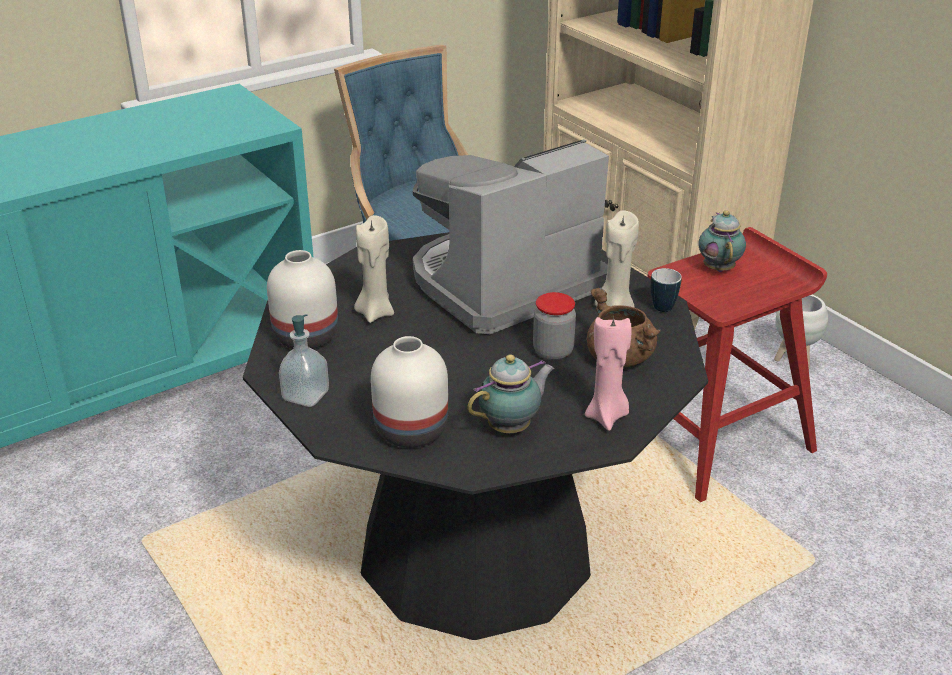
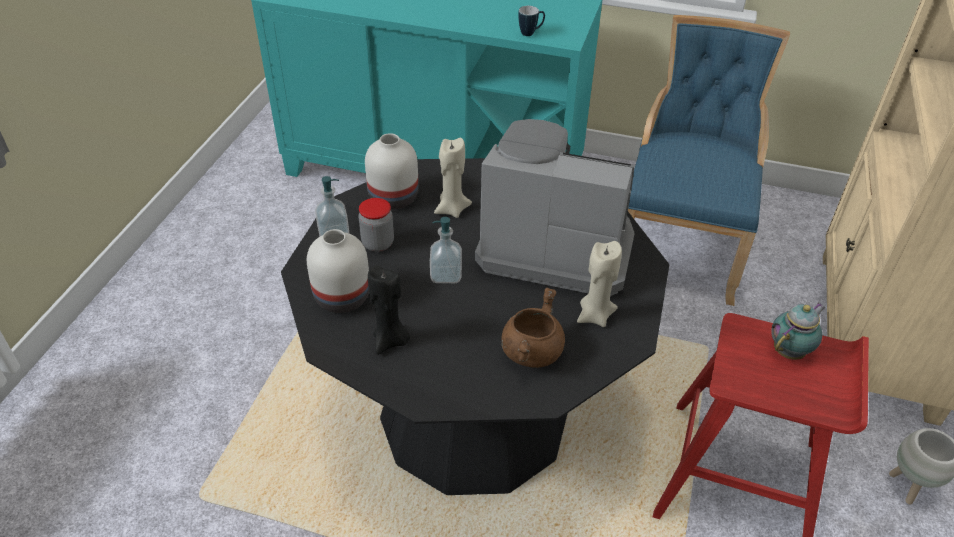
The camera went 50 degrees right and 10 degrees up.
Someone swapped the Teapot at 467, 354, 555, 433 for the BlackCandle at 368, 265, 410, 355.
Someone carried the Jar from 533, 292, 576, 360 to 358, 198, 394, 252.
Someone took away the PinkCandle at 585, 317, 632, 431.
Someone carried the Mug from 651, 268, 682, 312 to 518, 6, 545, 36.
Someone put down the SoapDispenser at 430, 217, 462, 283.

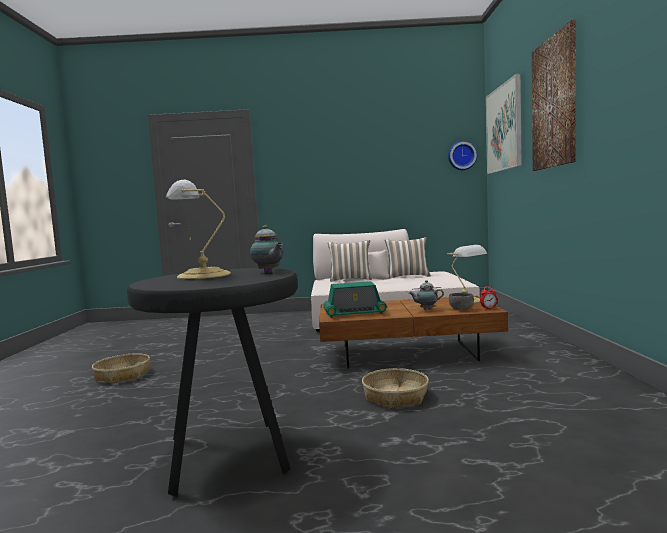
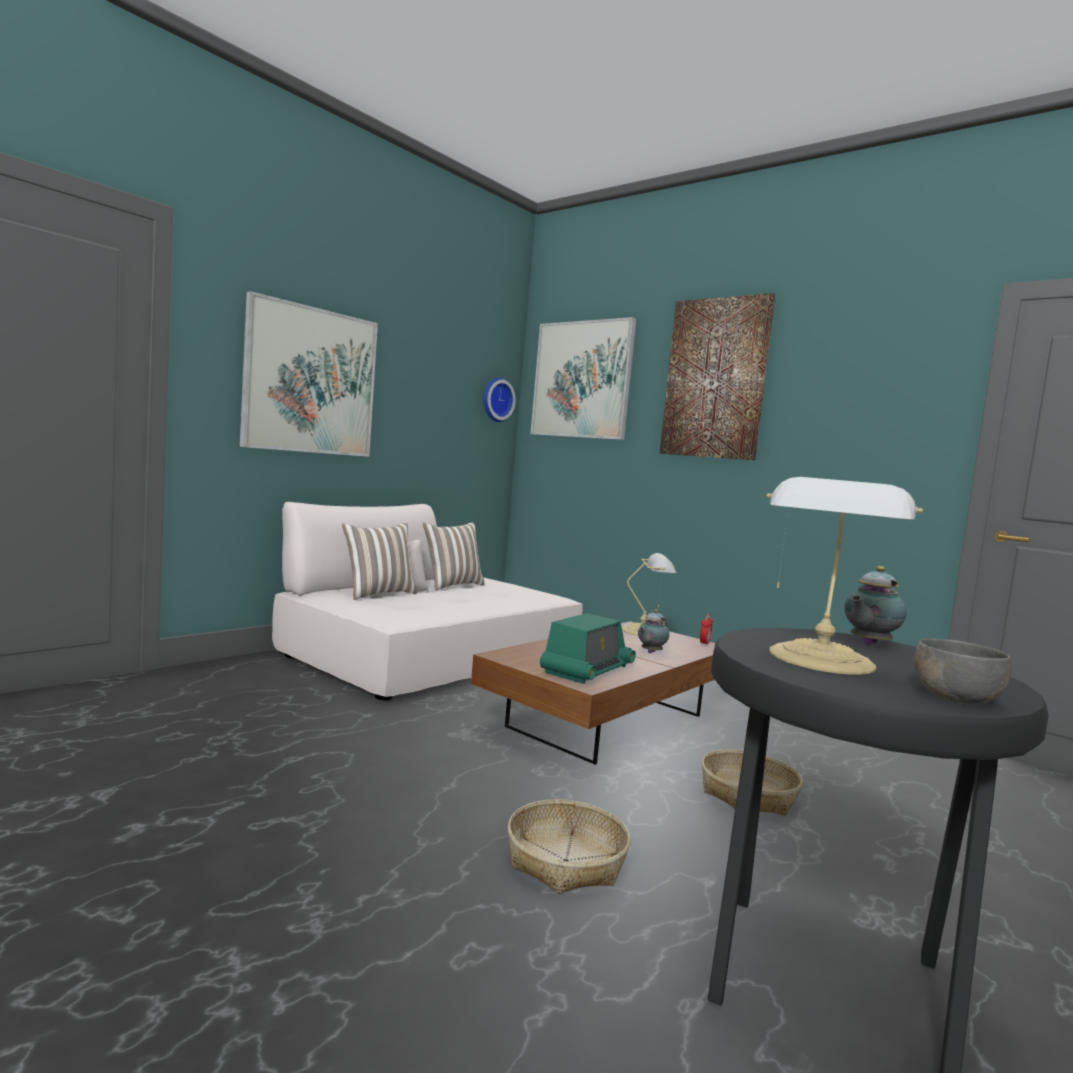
The camera went 50 degrees left and 0 degrees up.
Someone carried the Basket from 92, 353, 150, 384 to 508, 799, 631, 894.
Someone rotated the Teapot at 250, 225, 284, 273 by 135 degrees clockwise.
Someone carried the GreyBowl from 449, 293, 474, 310 to 914, 639, 1012, 703.
Someone put up the Picture at 240, 291, 378, 457.

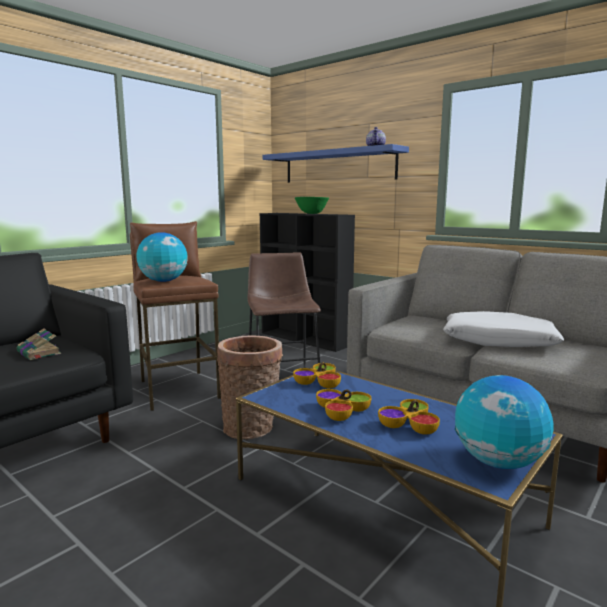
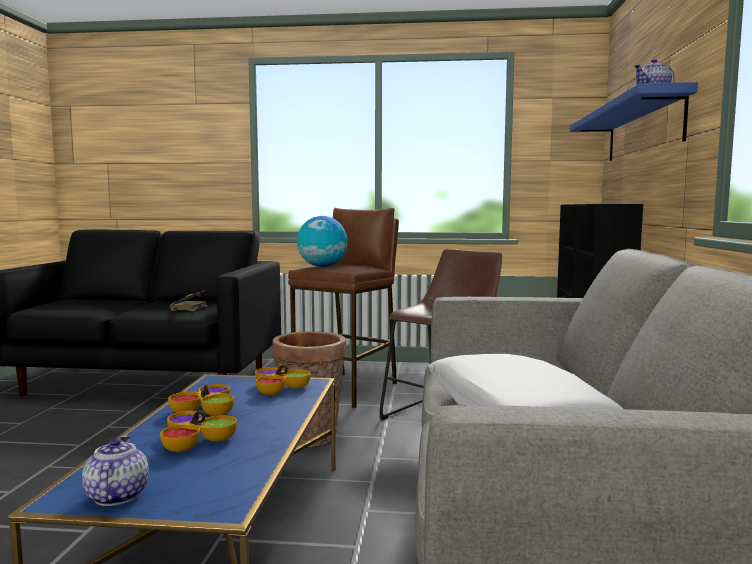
The camera went 55 degrees right and 5 degrees down.
Someone took away the GreenBowl at 295, 197, 329, 214.
Someone swapped the Globe at 455, 375, 554, 469 for the Teapot at 82, 435, 149, 506.

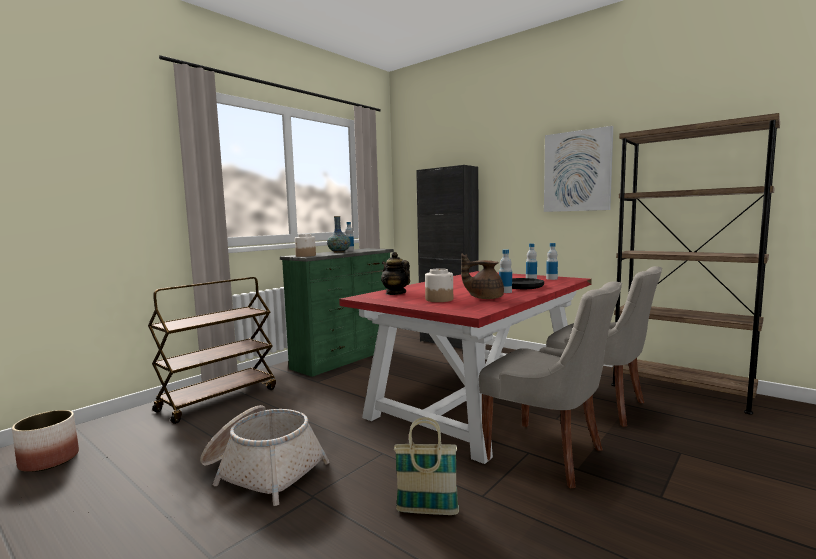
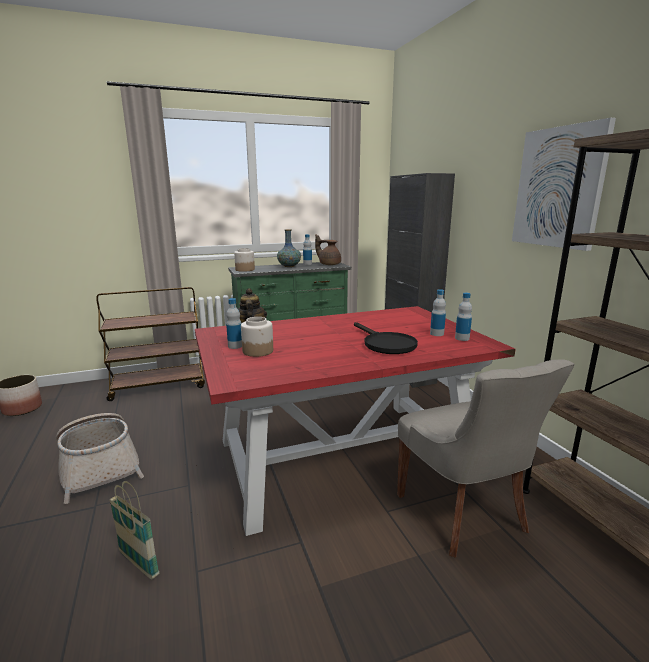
The camera went 30 degrees right and 10 degrees up.
Someone carried the BrownTeapot from 461, 254, 504, 299 to 315, 234, 341, 265.
Someone took away the GreyChair at 479, 282, 622, 488.
Someone carried the Bottle from 499, 249, 512, 293 to 226, 298, 242, 349.

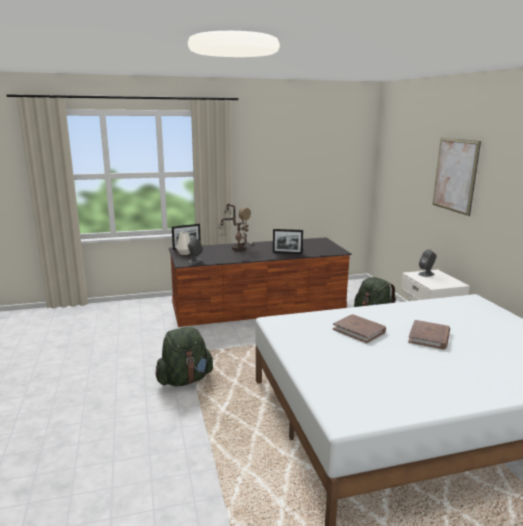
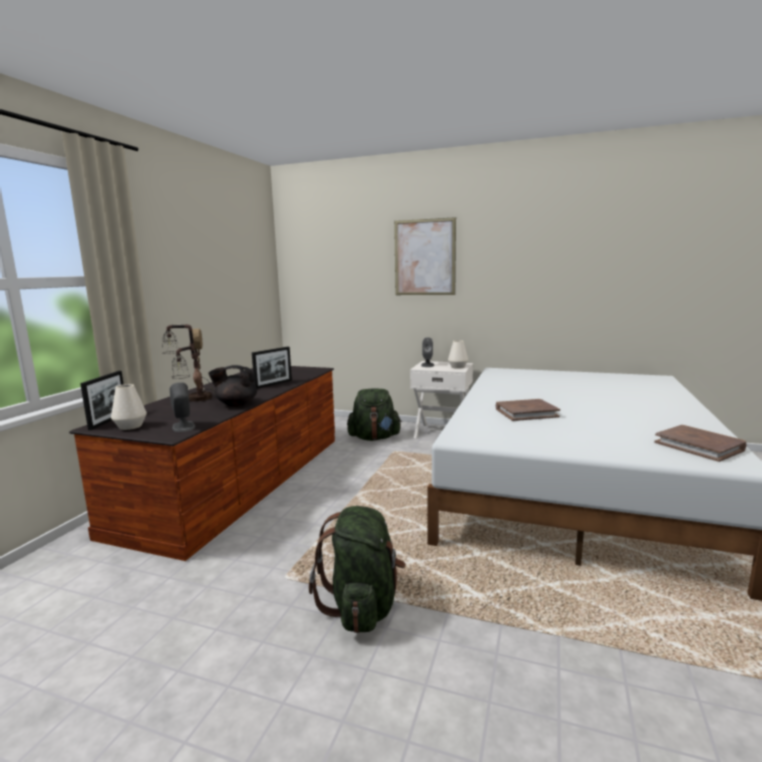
The camera went 55 degrees left and 5 degrees down.
Someone carried the BrownBook from 408, 320, 450, 350 to 654, 425, 746, 462.
Someone put down the BlackTeapot at 208, 365, 257, 407.
Someone put down the WhiteVase at 448, 340, 468, 369.

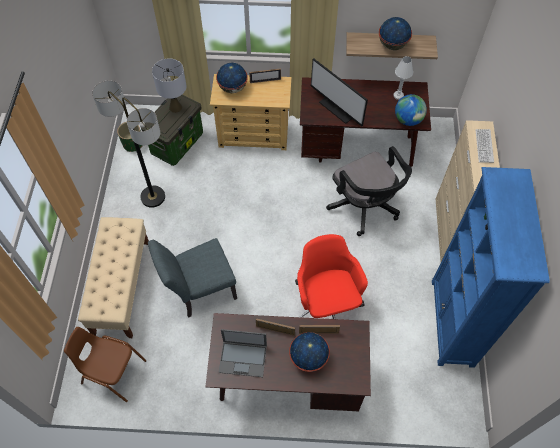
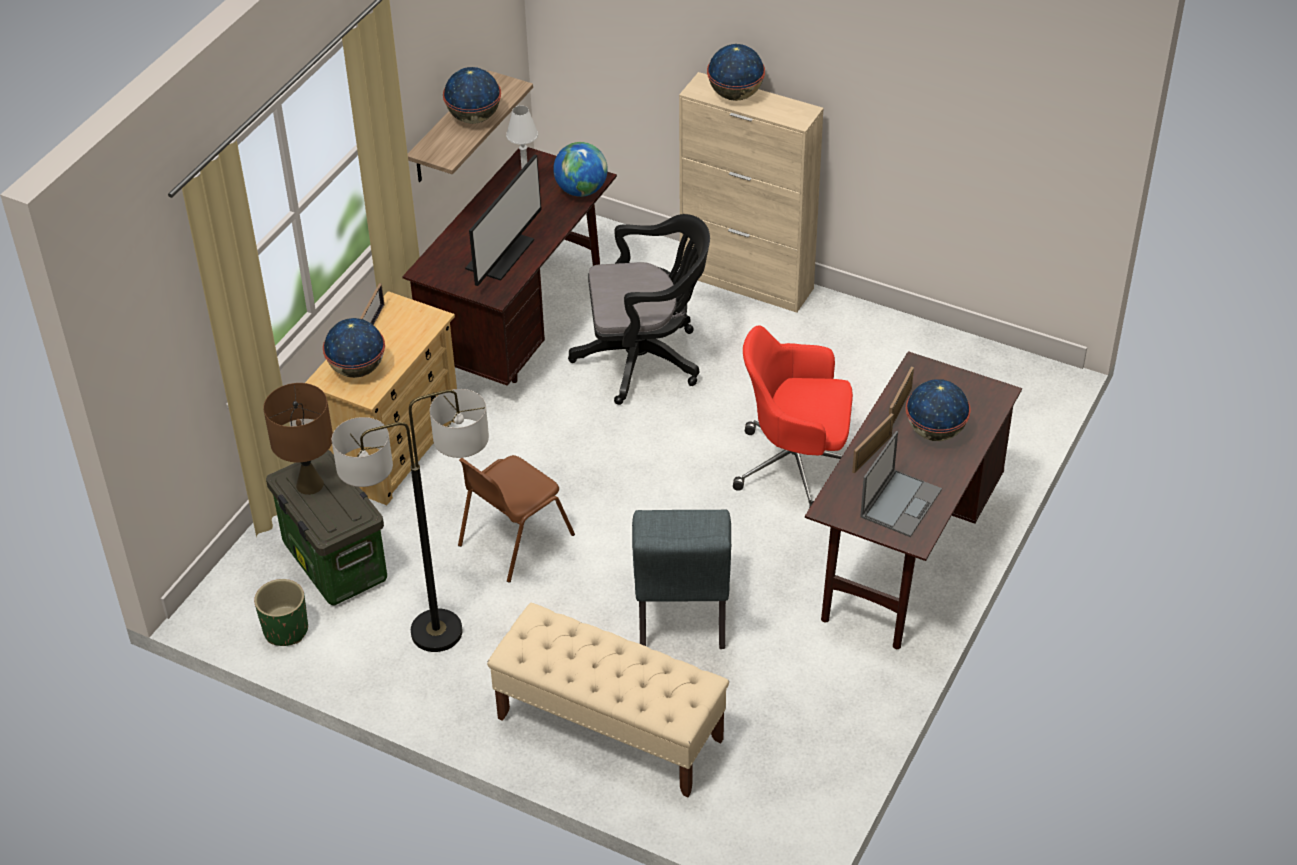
The camera went 65 degrees left and 15 degrees down.
Someone carried the BrownChair from 64, 327, 146, 402 to 458, 455, 575, 583.
Someone repainted the GreyTableLamp at 152, 58, 186, 113, which became the BrownTableLamp at 263, 383, 333, 495.
Someone rotated the Monitor at 311, 59, 368, 126 by 45 degrees counterclockwise.
Someone took away the BlueBookcase at 432, 167, 550, 368.
Someone swapped the Keyboard at 476, 129, 494, 163 for the Globe at 707, 44, 765, 101.

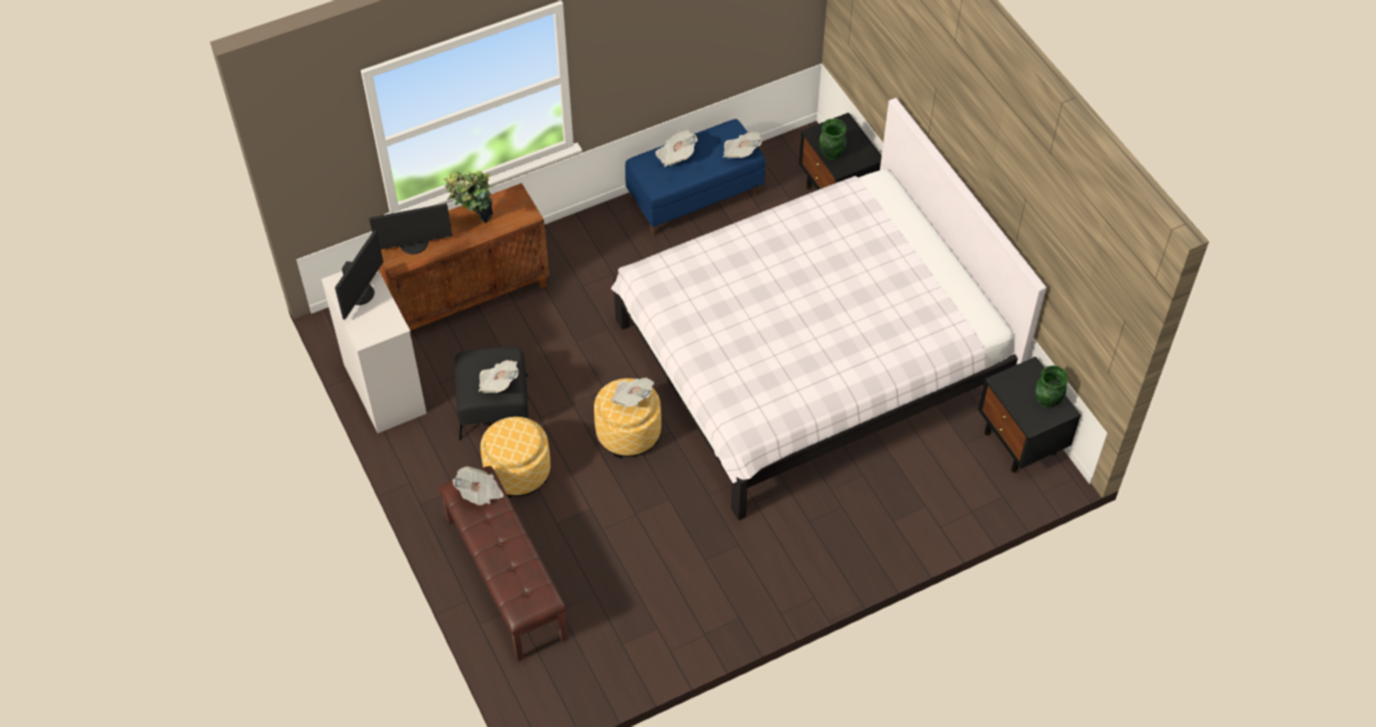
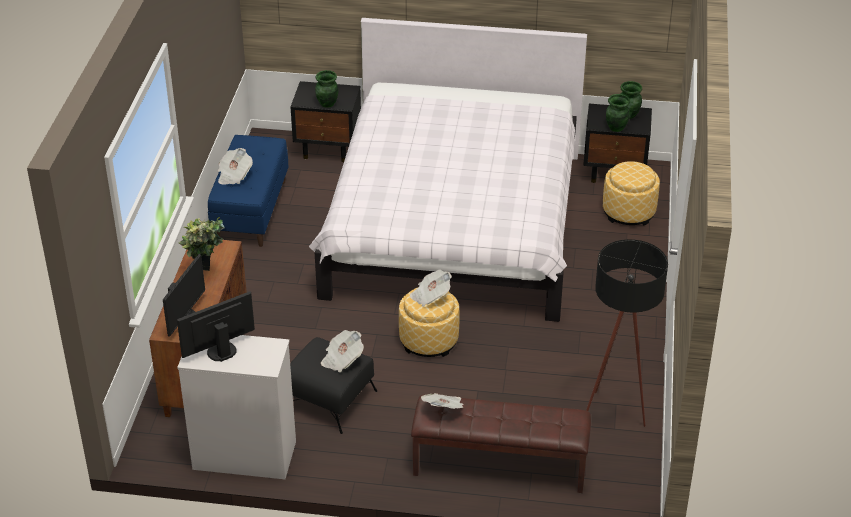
The camera went 55 degrees left and 15 degrees down.
Someone rotated the Monitor at 335, 230, 383, 320 by 90 degrees counterclockwise.
Someone carried the Ottoman from 480, 417, 551, 498 to 603, 161, 660, 225.
Someone took away the Newspaper at 723, 132, 762, 158.
Someone put down the BlackFloorLamp at 586, 239, 668, 427.
Someone put down the GreenVase at 606, 94, 630, 132.

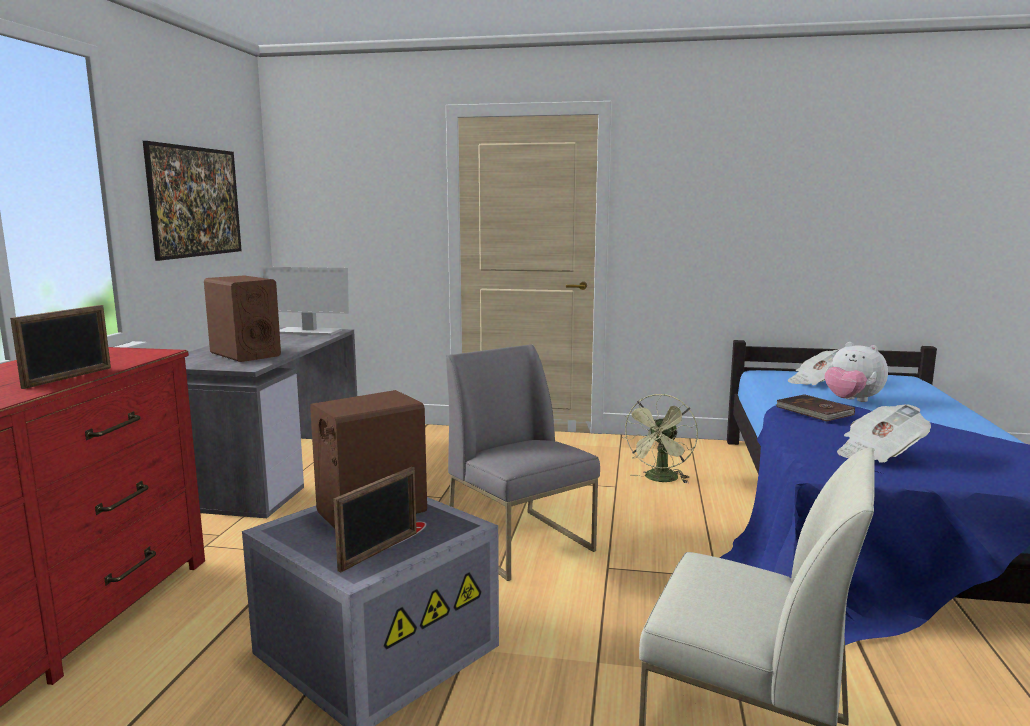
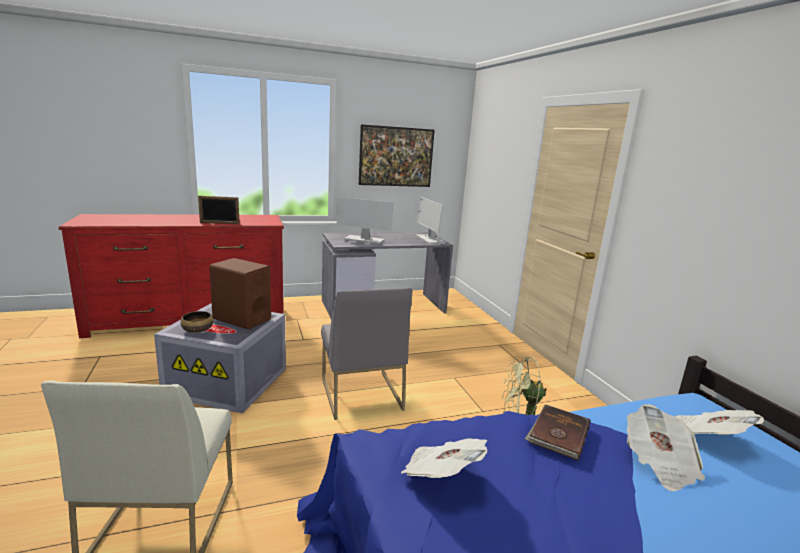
The camera went 60 degrees right and 5 degrees up.
Someone swapped the BrownSpeaker at 204, 275, 281, 362 for the Monitor at 337, 197, 394, 244.
Someone swapped the PictureFrame at 333, 467, 417, 573 for the Bowl at 181, 311, 213, 333.
Someone rotated the GreyChair at 446, 344, 600, 581 by 135 degrees clockwise.
Someone swapped the PlushToy at 825, 342, 888, 402 for the Newspaper at 627, 404, 705, 492.

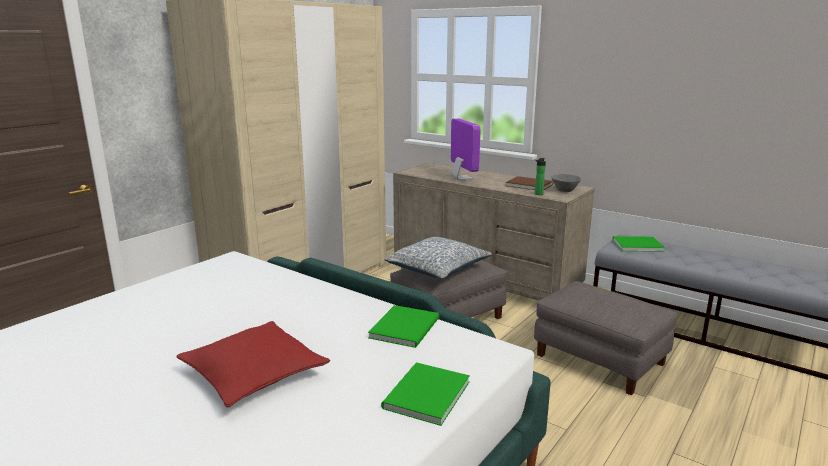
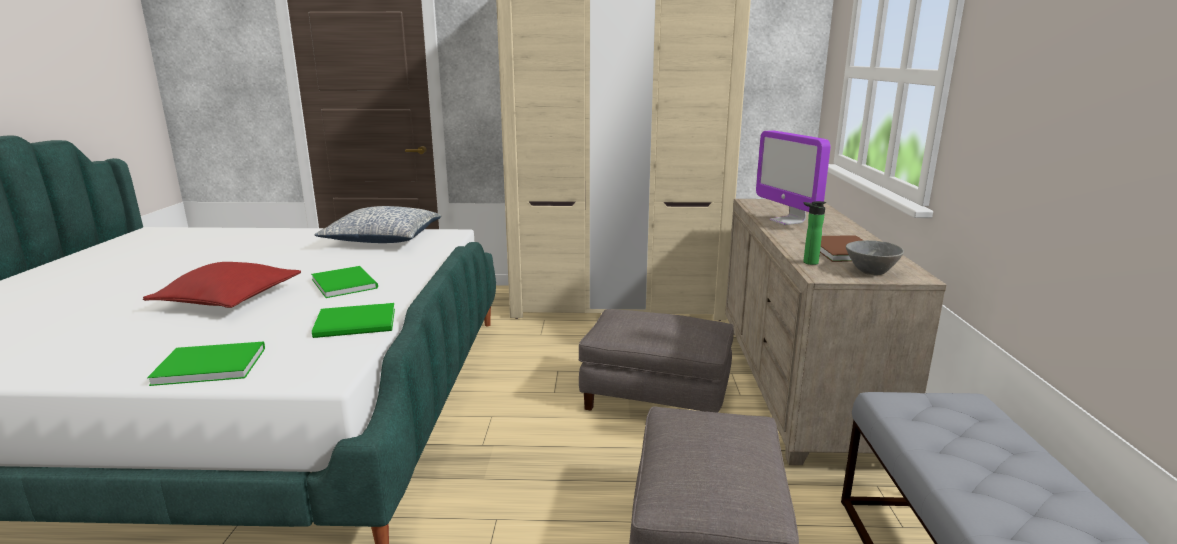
The camera went 55 degrees right and 0 degrees up.
Someone carried the Pillow from 384, 237, 492, 279 to 315, 206, 441, 243.
Someone rotated the Monitor at 451, 118, 480, 180 by 120 degrees clockwise.
Someone carried the GreenBook from 612, 236, 665, 252 to 311, 266, 378, 298.

